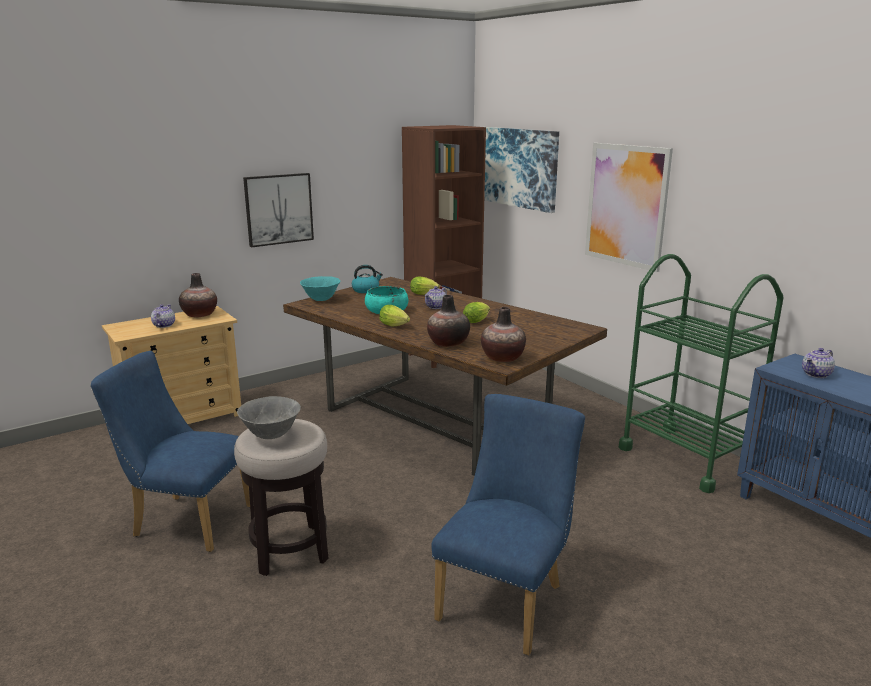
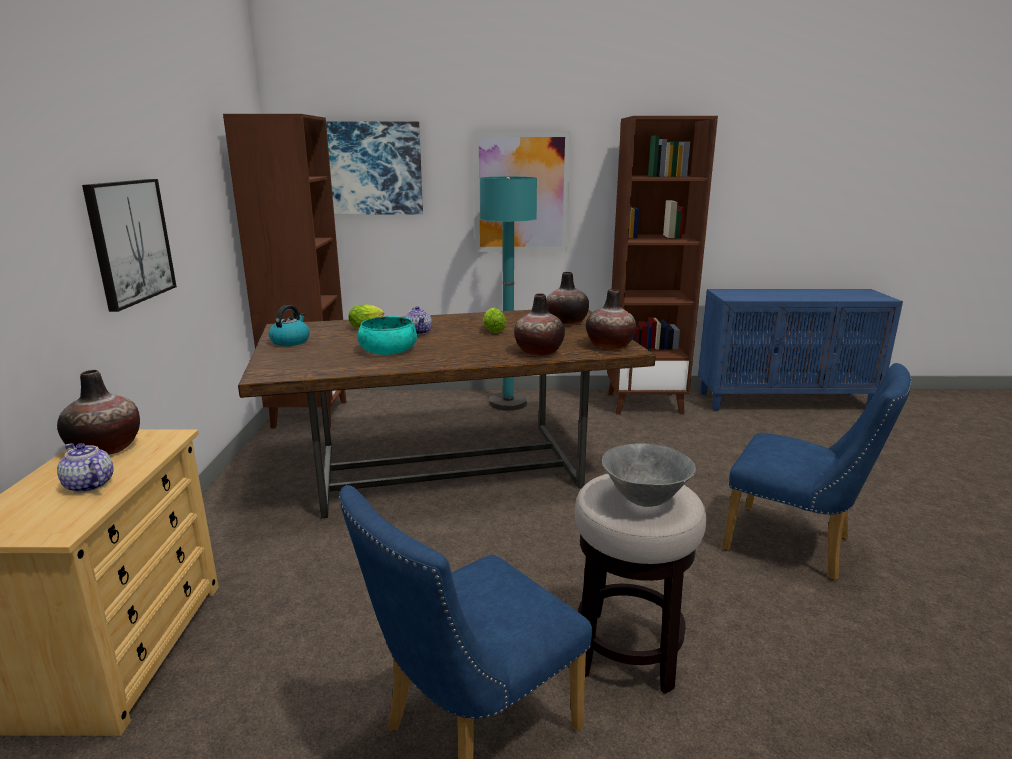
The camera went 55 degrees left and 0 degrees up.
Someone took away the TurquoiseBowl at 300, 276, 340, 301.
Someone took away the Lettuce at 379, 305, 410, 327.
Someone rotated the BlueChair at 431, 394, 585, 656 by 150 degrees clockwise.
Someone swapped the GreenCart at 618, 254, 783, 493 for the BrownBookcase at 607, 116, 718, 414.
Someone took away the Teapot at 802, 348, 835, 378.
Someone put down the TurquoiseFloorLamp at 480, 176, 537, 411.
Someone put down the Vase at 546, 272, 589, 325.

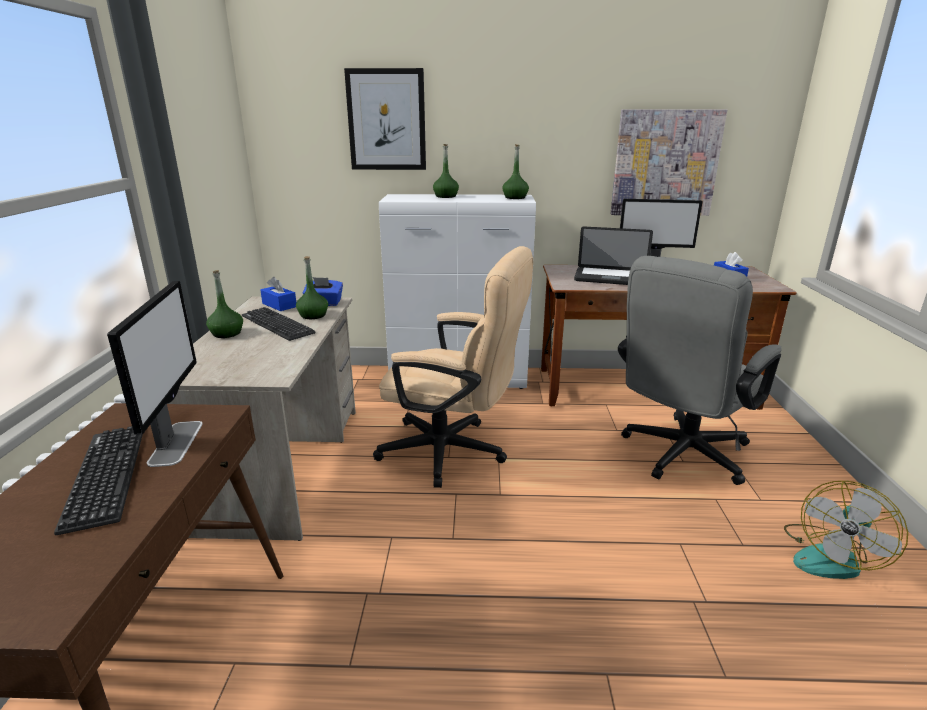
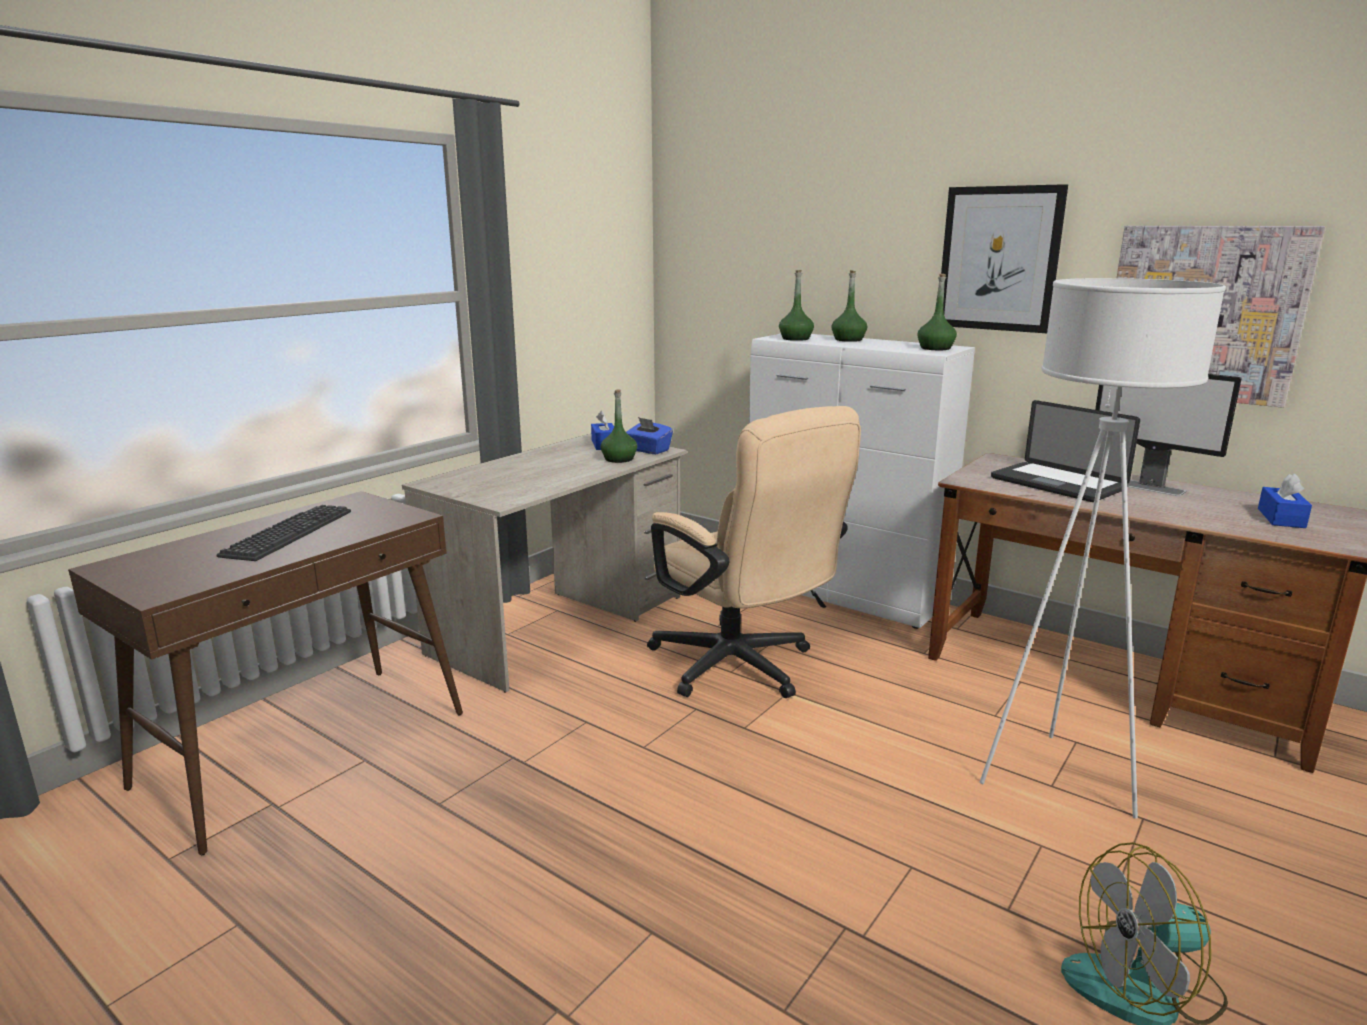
The camera went 35 degrees right and 5 degrees down.
Someone took away the Monitor at 107, 281, 203, 467.
Someone carried the GreenBottle from 206, 270, 243, 338 to 779, 270, 814, 341.
Someone took away the Keyboard at 242, 307, 316, 341.
Someone carried the Picture from 344, 68, 426, 170 to 941, 184, 1068, 333.
Someone swapped the GreyOfficeChair at 618, 256, 782, 485 for the WhiteFloorLamp at 980, 278, 1226, 819.

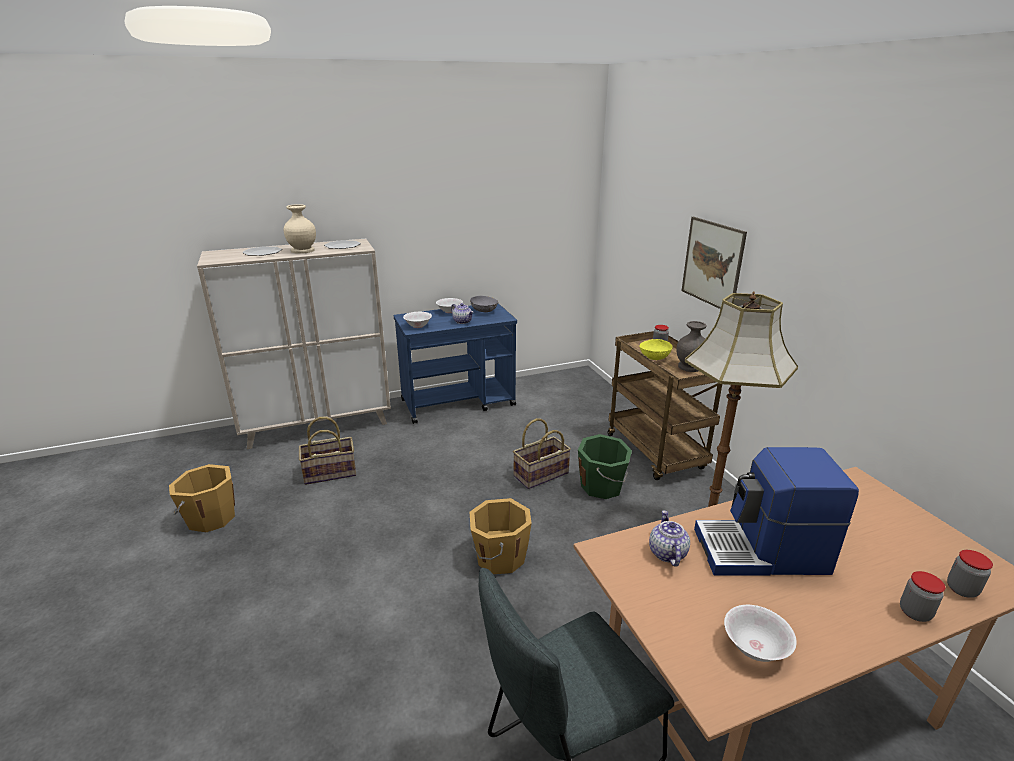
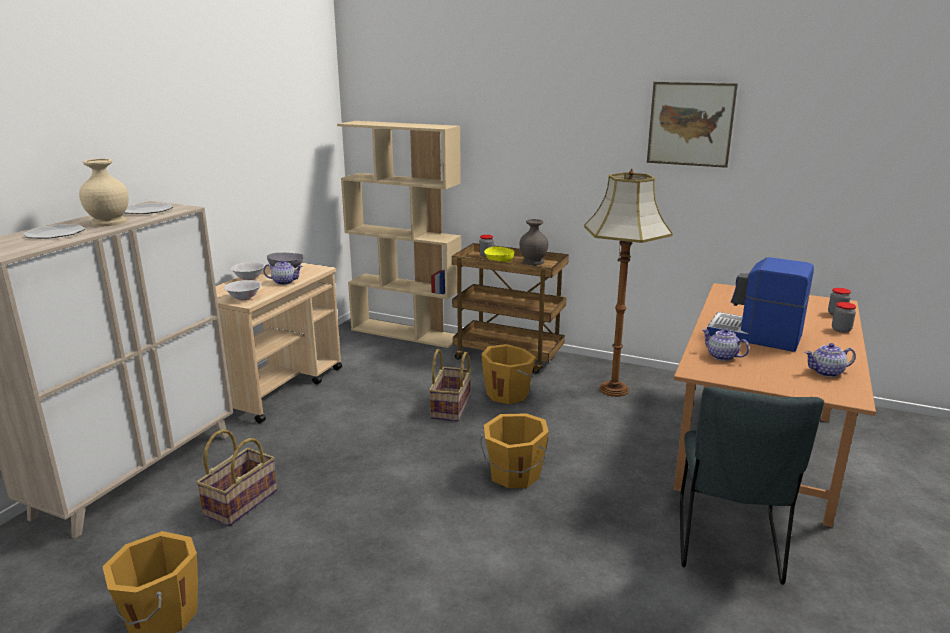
The camera went 45 degrees left and 5 degrees down.
Someone repainted the BlueCart at 394, 303, 517, 424, which became the BeigeCart at 216, 263, 342, 423.
Someone repainted the GreenBucket at 578, 434, 632, 499, which became the OrangeBucket at 481, 344, 536, 404.
Someone carried the Picture from 681, 217, 747, 309 to 647, 82, 738, 168.
Someone rotated the CoffeeMachine at 694, 447, 859, 576 by 75 degrees clockwise.
Someone swapped the WhiteBowl at 724, 605, 797, 662 for the Teapot at 805, 343, 856, 377.
Someone put down the BeigeBookcase at 337, 121, 461, 348.

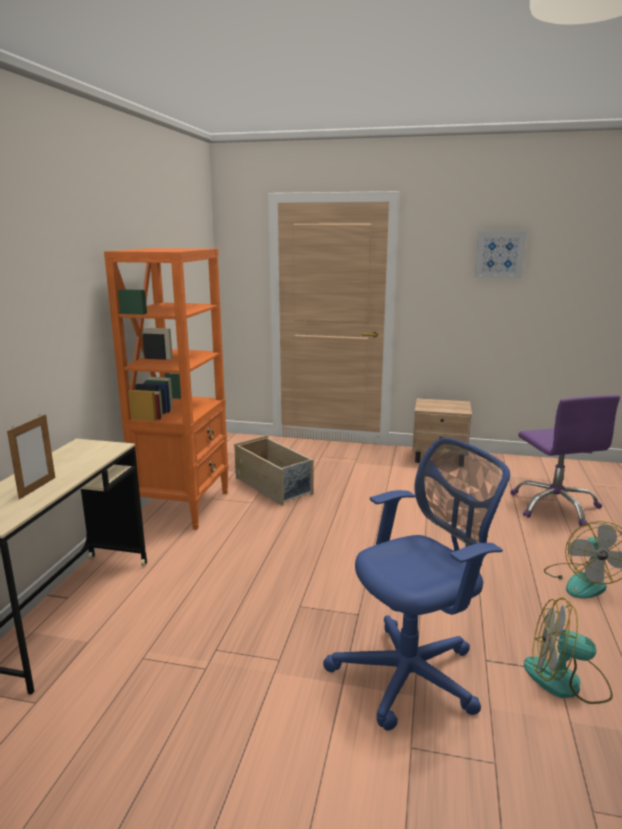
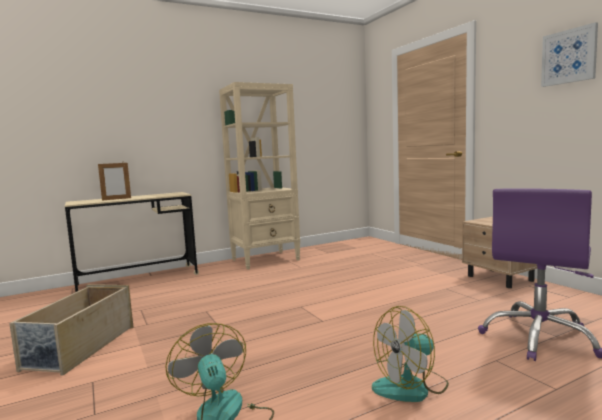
The camera went 50 degrees right and 10 degrees down.
Someone repainted the OrangeBookcase at 104, 248, 229, 530, which became the BeigeBookcase at 219, 82, 300, 270.
Someone carried the BeigeStorageBox from 234, 436, 314, 505 to 9, 284, 134, 375.
Someone took away the BlueOfficeChair at 323, 437, 510, 731.

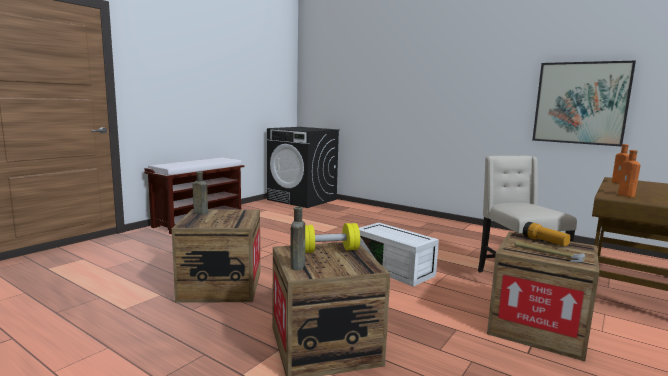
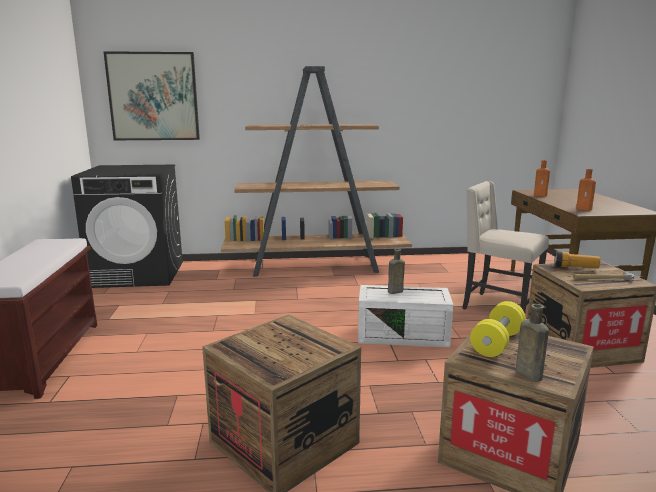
The camera went 40 degrees left and 5 degrees up.
Someone carried the BrownBottle from 193, 171, 208, 214 to 388, 249, 405, 294.
Someone carried the Picture from 532, 61, 636, 146 to 103, 51, 200, 140.
Someone put down the BrownBookcase at 221, 66, 412, 277.

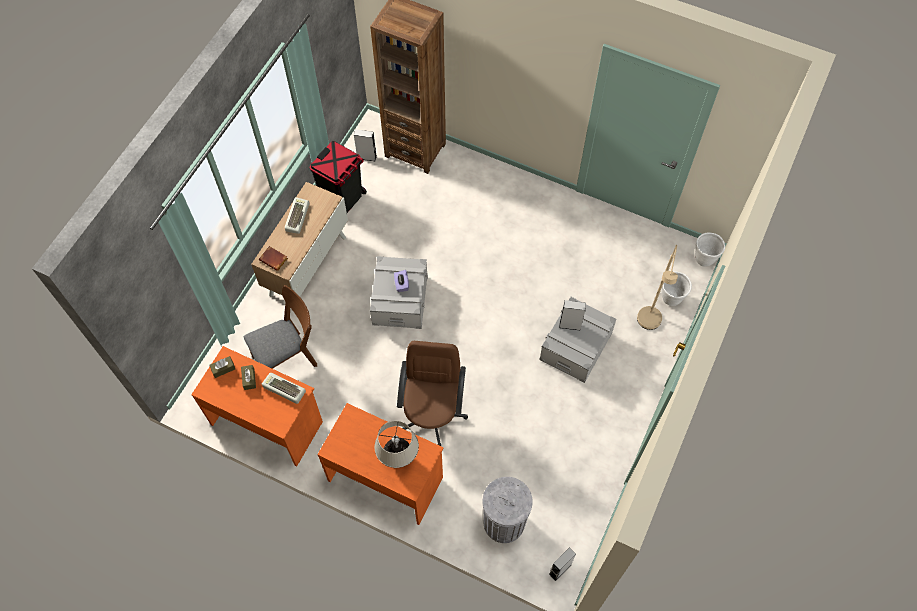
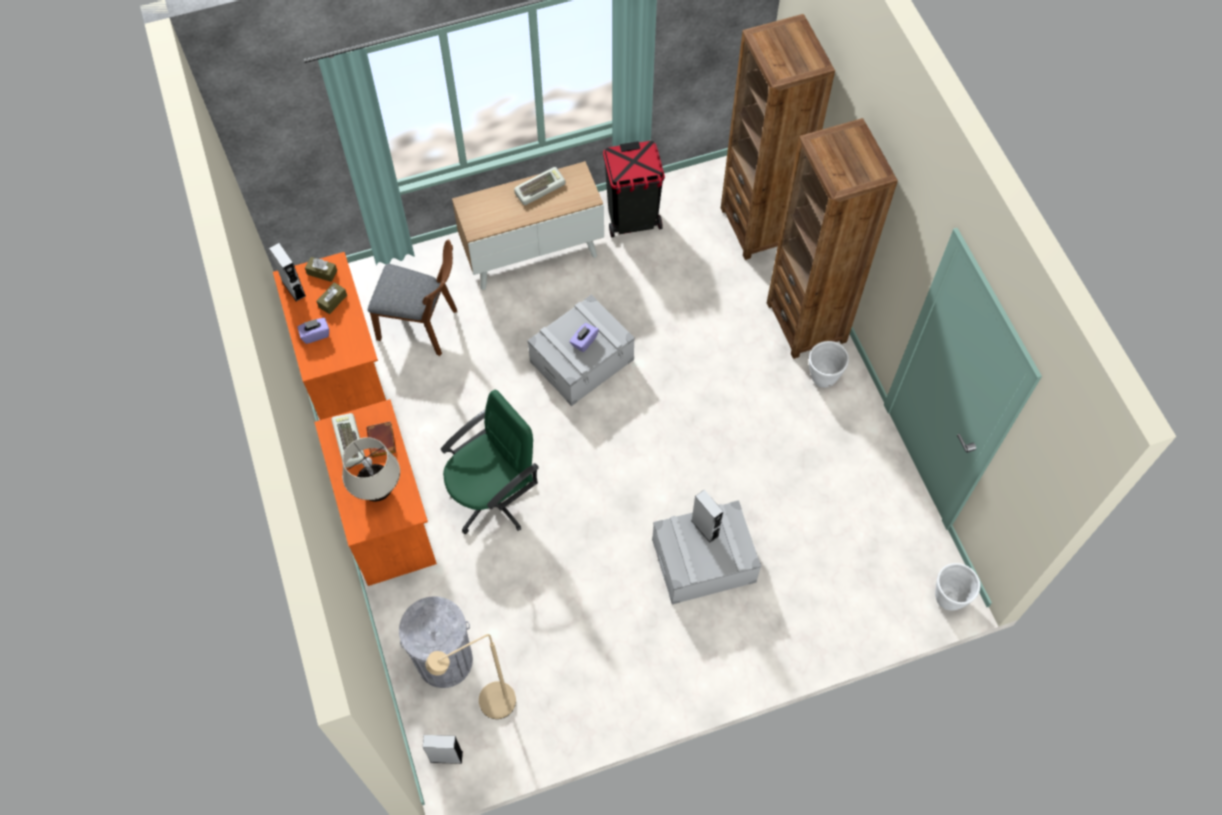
The camera went 45 degrees right and 0 degrees up.
Someone carried the BrownBook from 259, 246, 288, 271 to 366, 421, 396, 458.
Someone carried the Keyboard from 262, 373, 306, 404 to 331, 413, 365, 468.
Someone carried the GreySpeaker from 354, 129, 377, 161 to 269, 243, 306, 301.
Someone repainted the BrownOfficeChair at 397, 341, 468, 446, which became the GreenOfficeChair at 441, 390, 539, 534.
Someone carried the BeigeFloorLamp from 637, 245, 678, 330 to 425, 634, 516, 719.
Someone carried the WhitePlanter from 661, 272, 692, 306 to 809, 341, 849, 388.
Someone put down the PurpleTissueBox at 297, 318, 329, 344.
Someone put down the BrownBookcase at 767, 118, 898, 359.

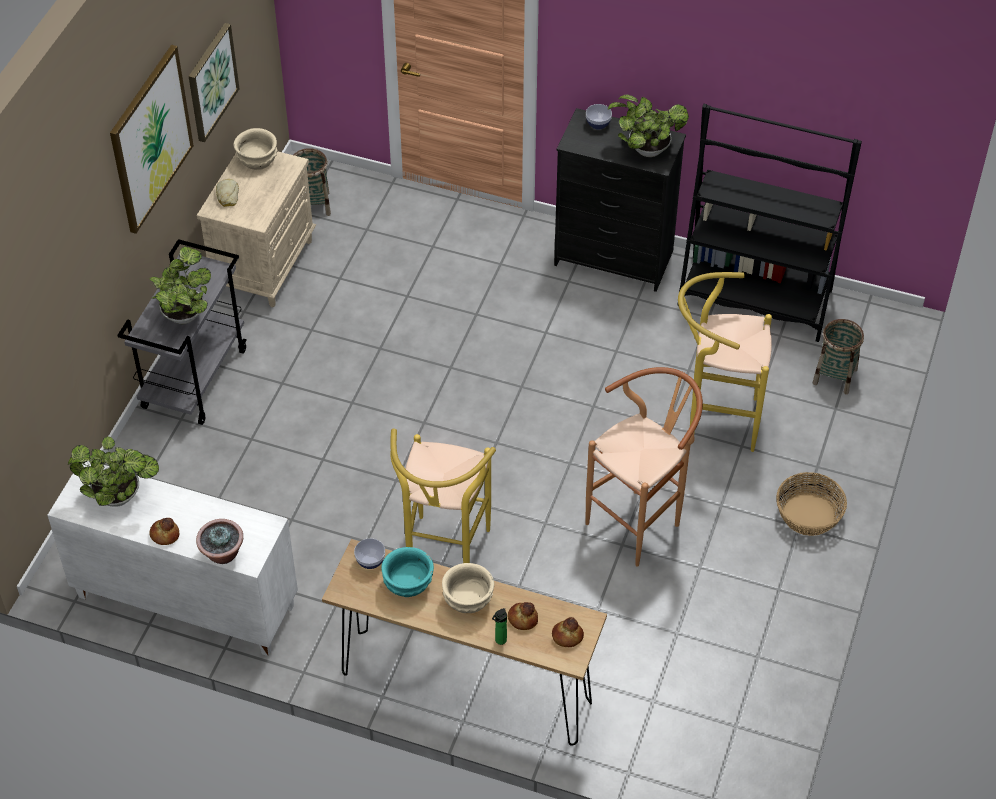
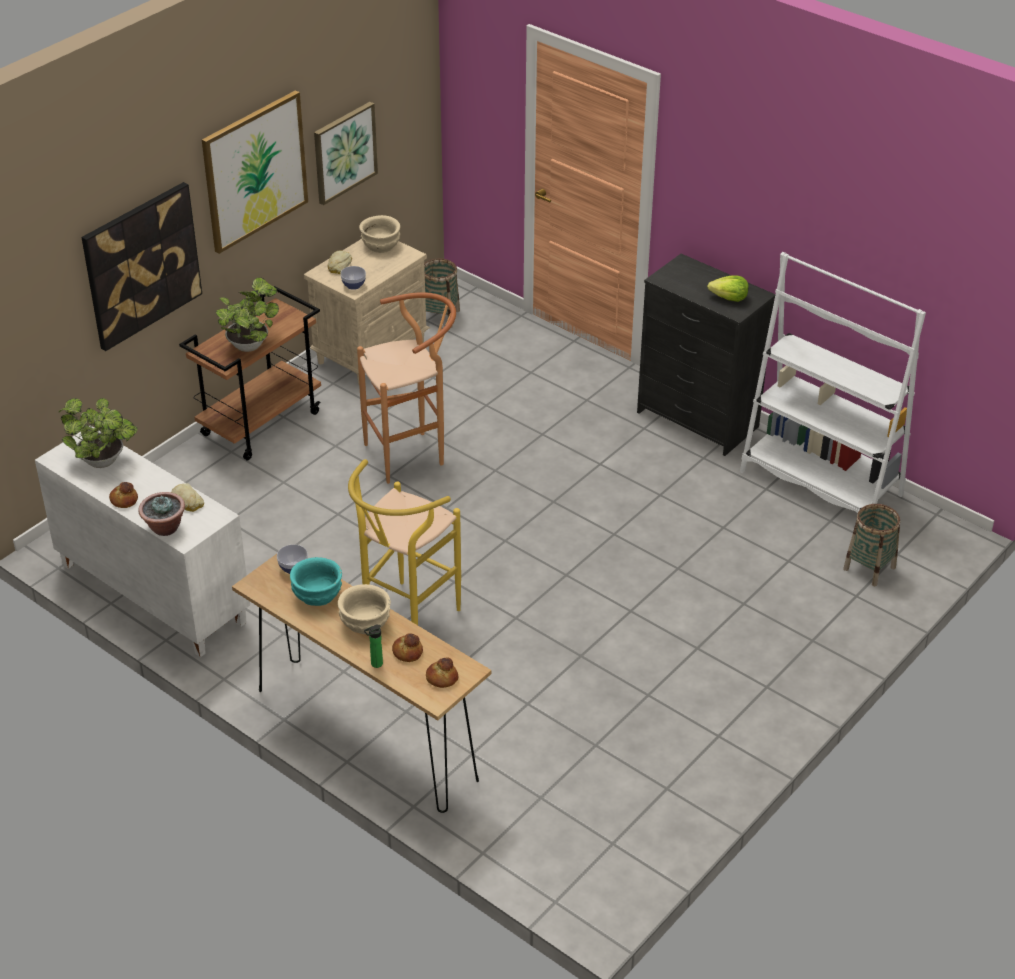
The camera went 20 degrees right and 10 degrees down.
Someone repainted the GreyCart at 117, 239, 247, 425, which became the BrownCart at 179, 286, 321, 460.
Someone carried the Bowl from 586, 104, 612, 130 to 340, 266, 366, 290.
Someone carried the BrownStool from 586, 367, 703, 567 to 357, 292, 456, 484.
Someone swapped the PottedPlant at 608, 95, 689, 157 for the Lettuce at 707, 276, 749, 302.
Someone repainted the BlackBookcase at 677, 104, 862, 342, which became the WhiteBookcase at 740, 252, 926, 513.
Someone took away the YellowStool at 678, 272, 772, 452.
Someone took away the Basket at 776, 472, 847, 536.
Someone put up the Picture at 82, 182, 202, 351.
Someone put down the Bread at 171, 483, 204, 512.

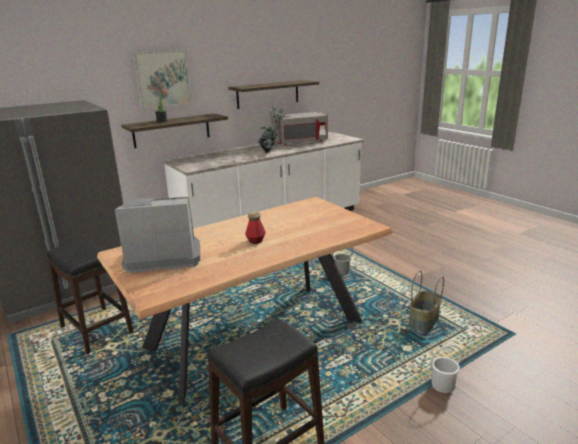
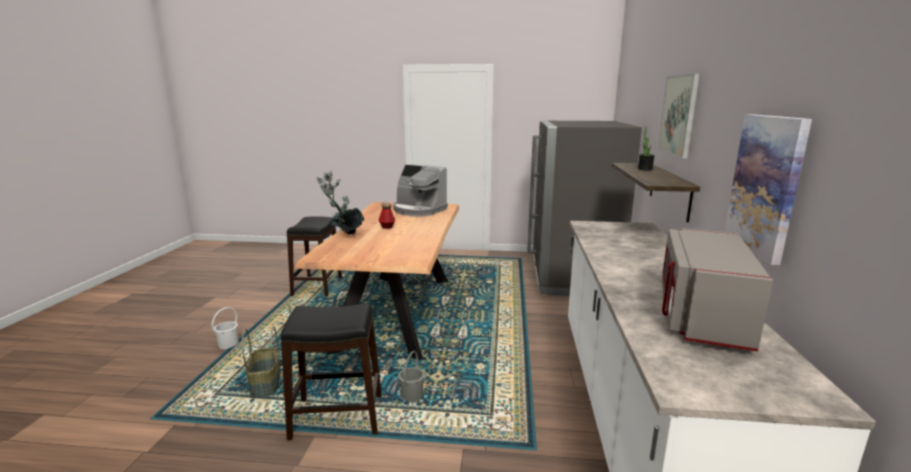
The camera went 130 degrees right and 5 degrees down.
Someone carried the BlackStool from 47, 239, 134, 354 to 280, 303, 382, 440.
Someone rotated the CoffeeMachine at 115, 197, 200, 273 by 90 degrees clockwise.
Someone swapped the Shelf at 228, 80, 319, 109 for the Picture at 724, 114, 812, 265.
Someone carried the PottedPlant from 258, 105, 286, 153 to 317, 170, 364, 235.

